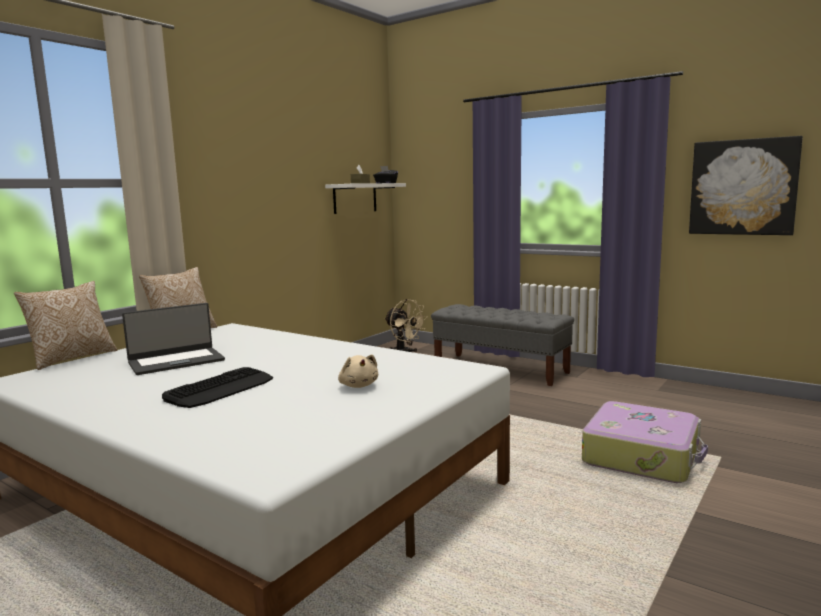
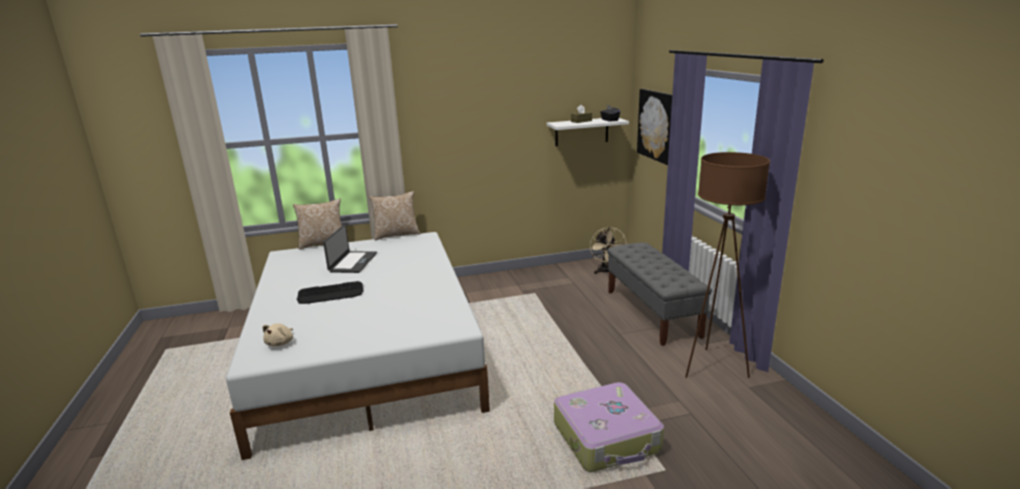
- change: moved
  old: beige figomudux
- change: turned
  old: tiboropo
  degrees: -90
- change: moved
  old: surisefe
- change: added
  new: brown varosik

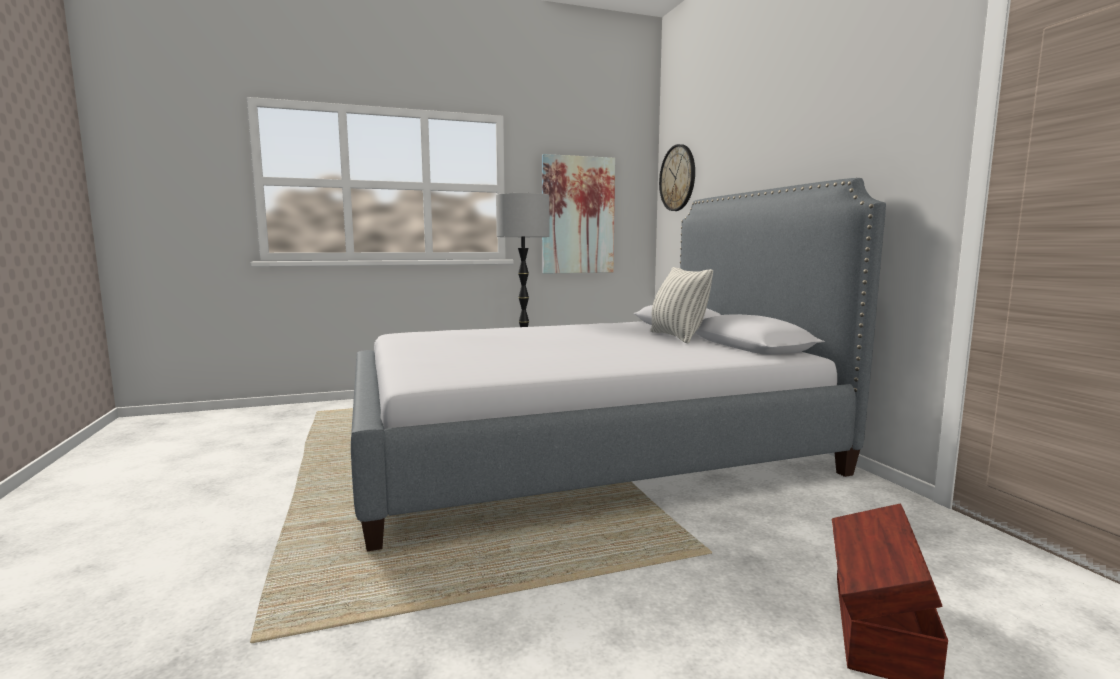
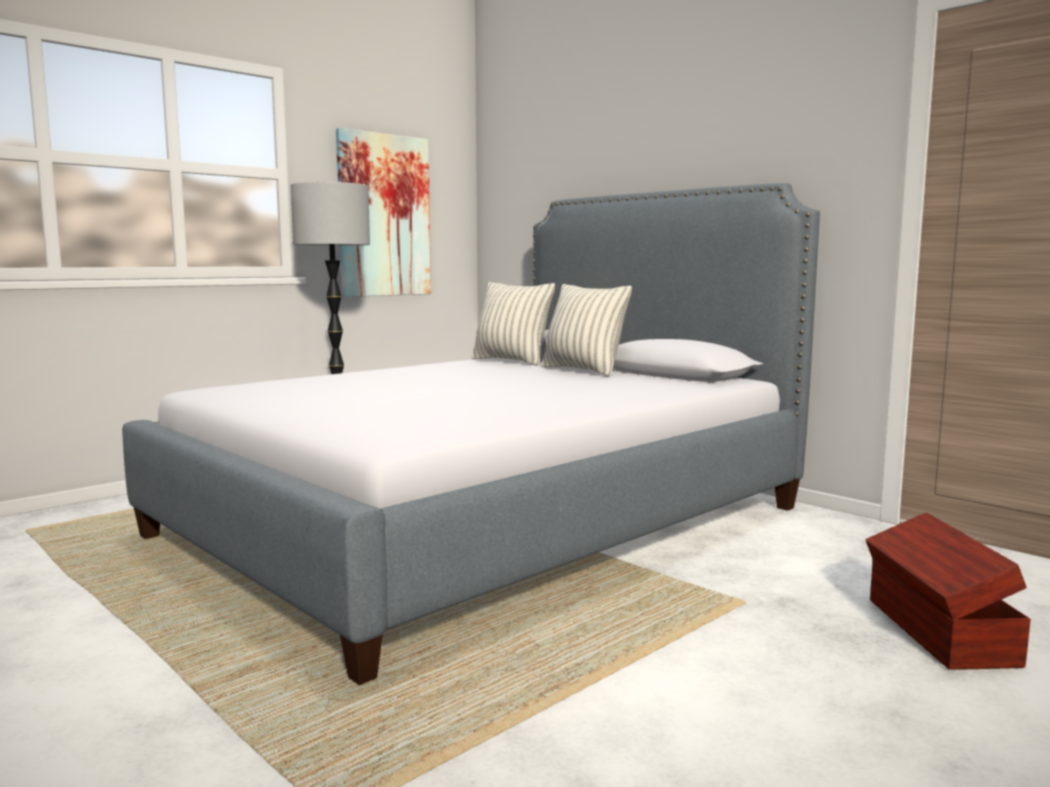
- change: added
  new: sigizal (1st from left)
- change: removed
  old: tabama

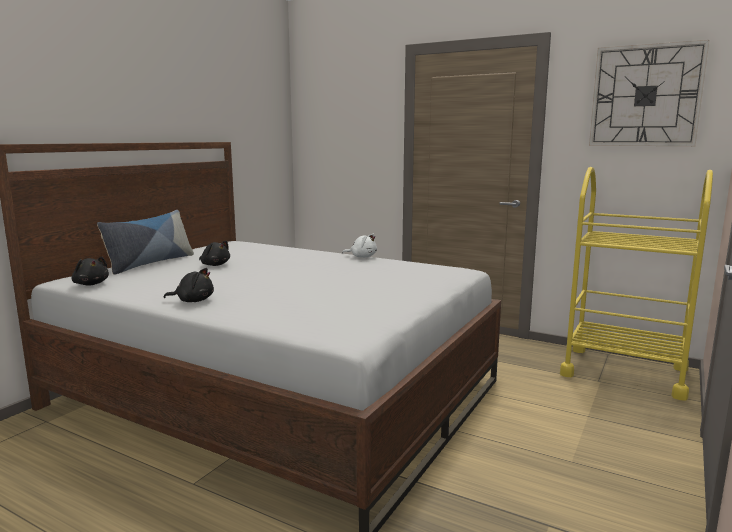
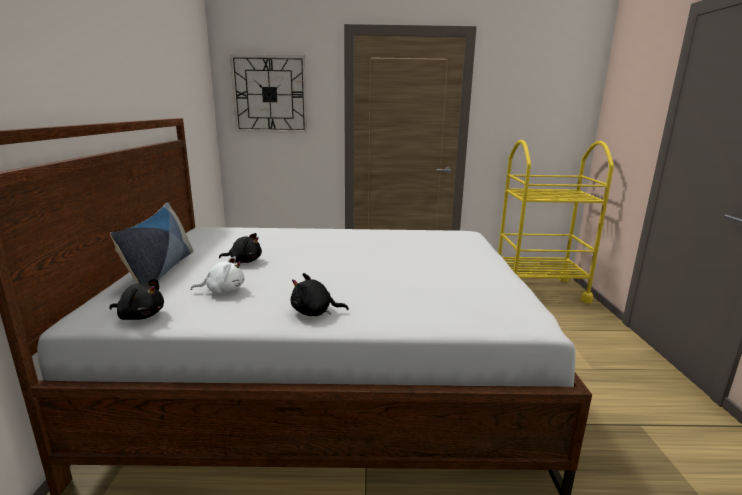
- change: moved
  old: white figomudux
- change: moved
  old: tabama
- change: turned
  old: black figomudux (2nd from left in the first image)
  degrees: -150

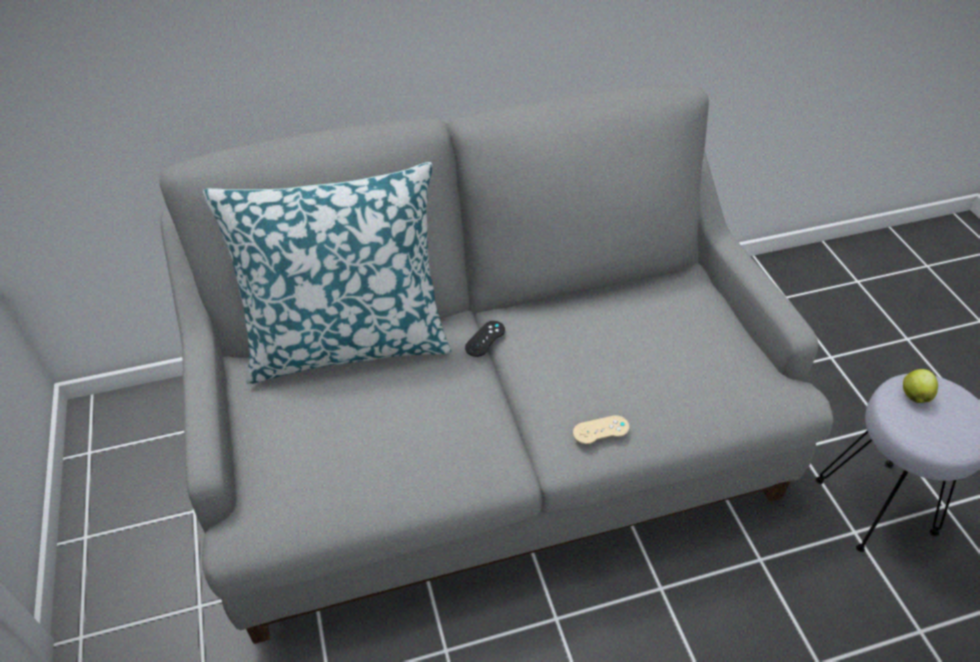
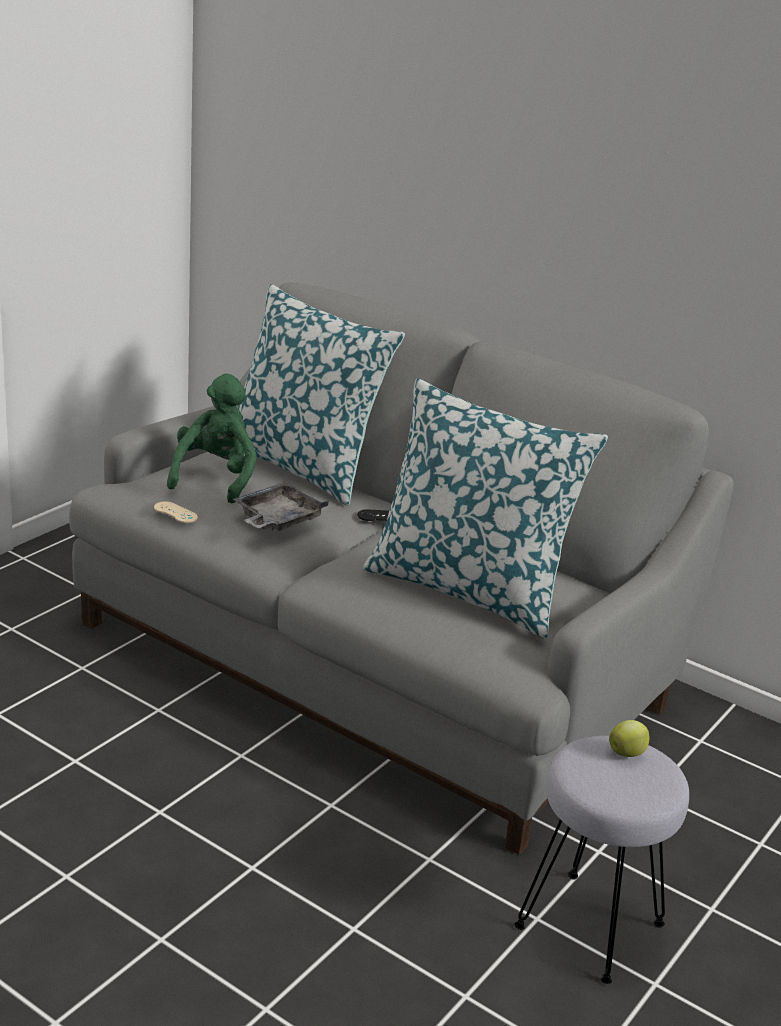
- change: moved
  old: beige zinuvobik
- change: added
  new: green figomudux
- change: added
  new: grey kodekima
- change: added
  new: sigizal (2nd from left)

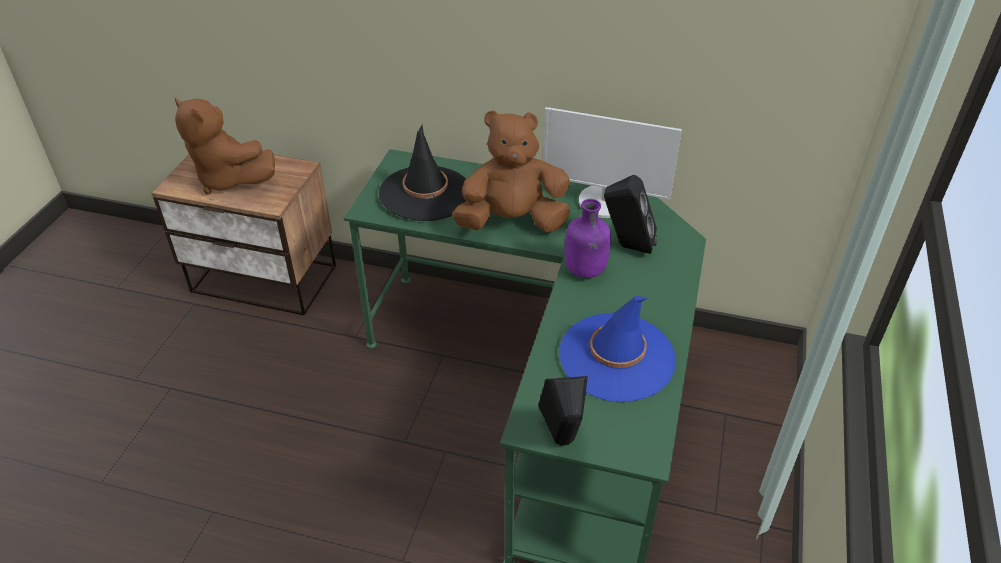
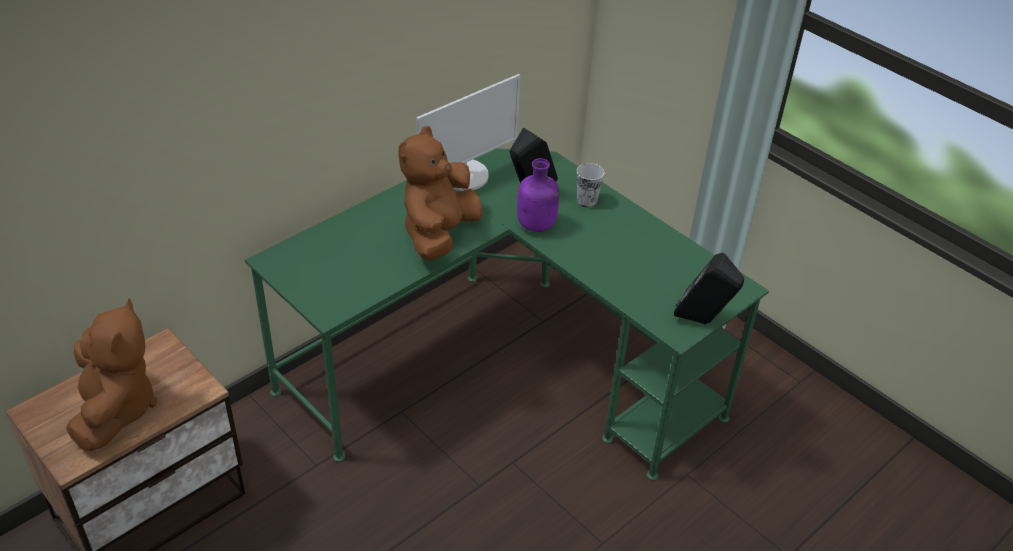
- change: turned
  old: brown figomudux (1st from left)
  degrees: -75
- change: added
  new: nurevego
- change: removed
  old: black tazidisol
- change: removed
  old: blue tazidisol

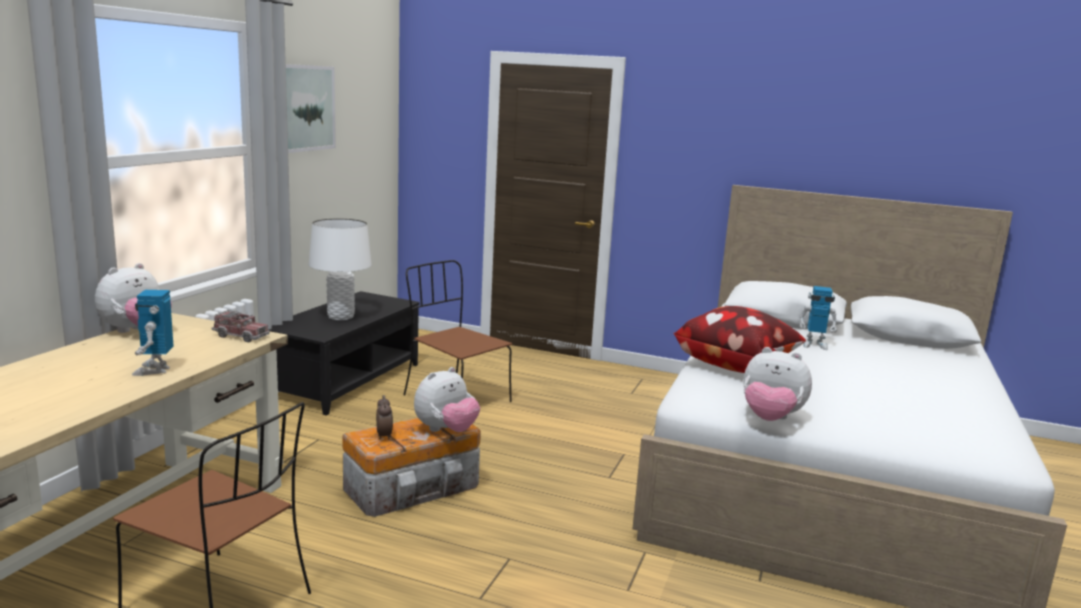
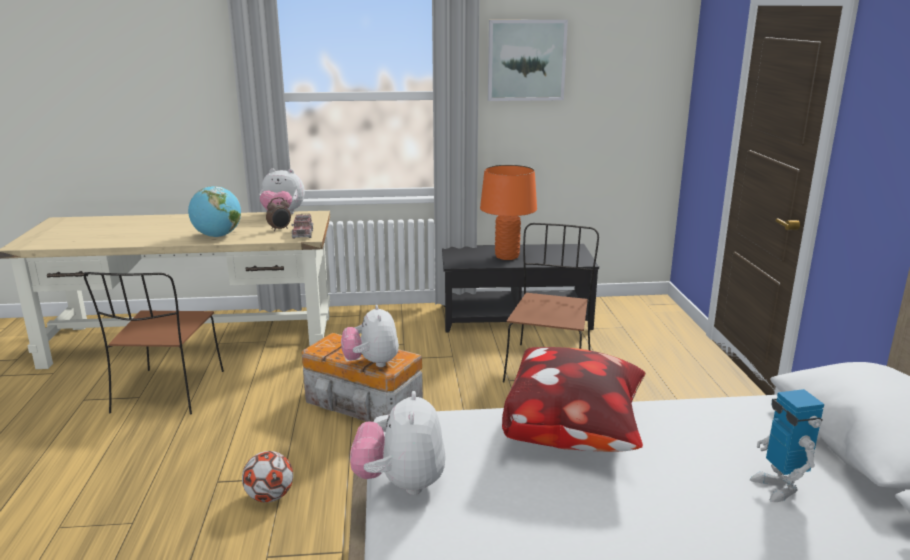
- change: replaced
  old: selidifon (1st from left)
  new: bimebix
- change: added
  new: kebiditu
- change: moved
  old: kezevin
- change: turned
  old: figomudux (2nd from left)
  degrees: 60
- change: recoloured
  old: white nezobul
  new: orange nezobul

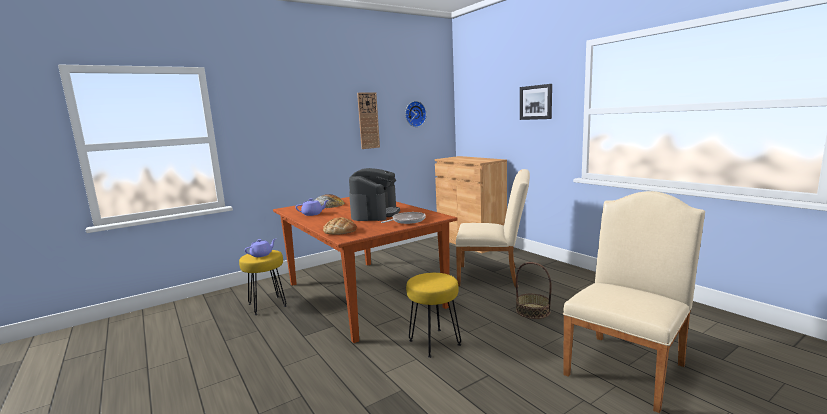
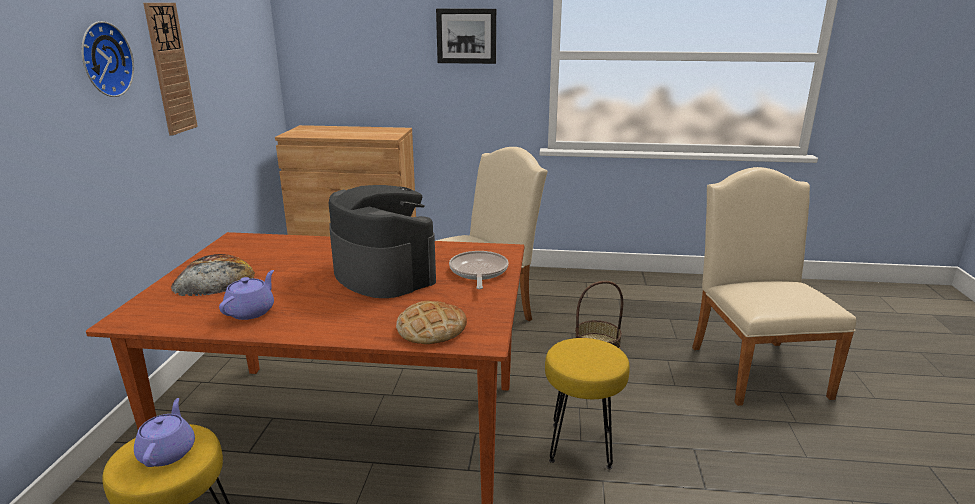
- change: moved
  old: tabama (2nd from left in the first image)
  new: tabama (1st from left)

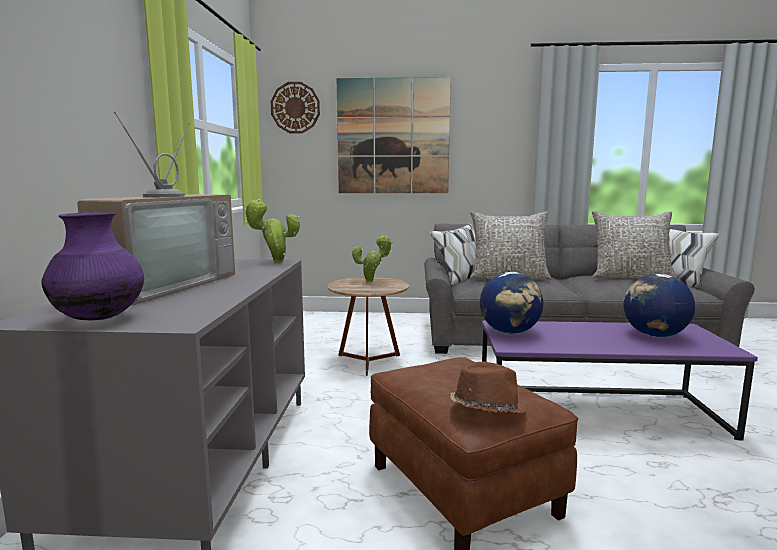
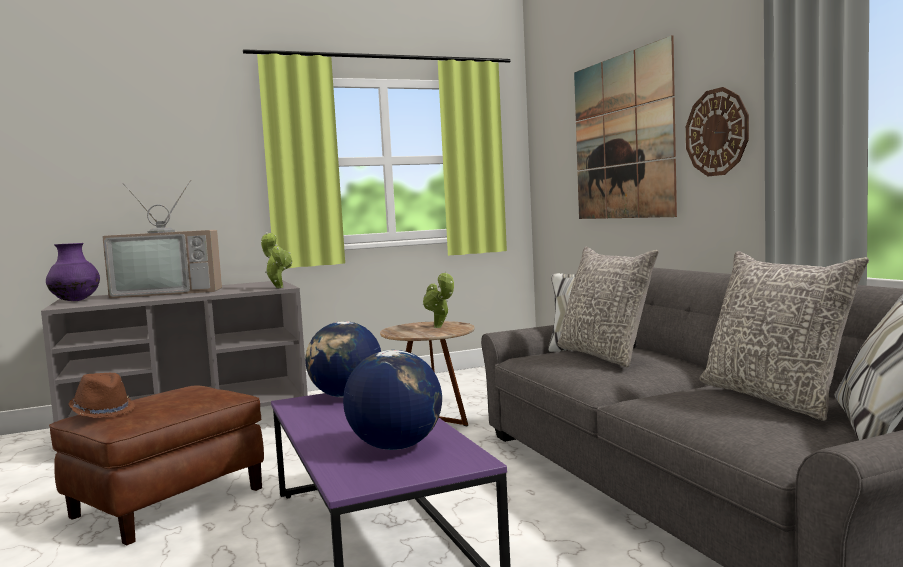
- change: moved
  old: tabama

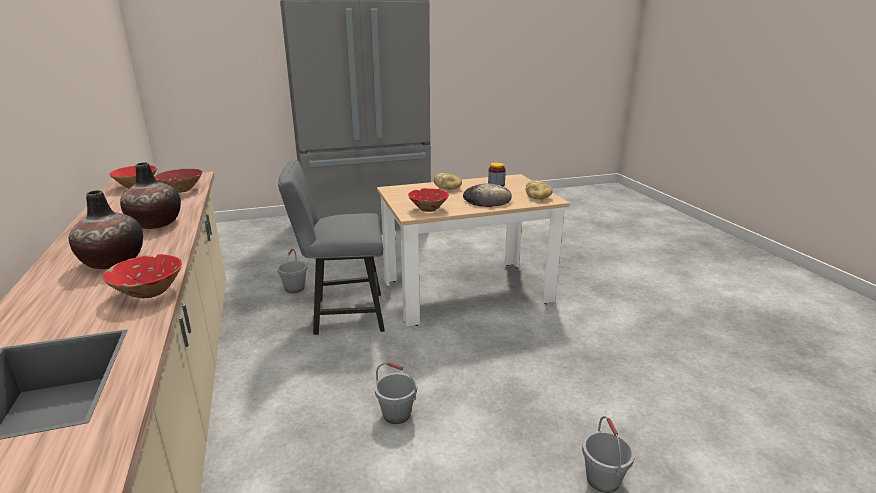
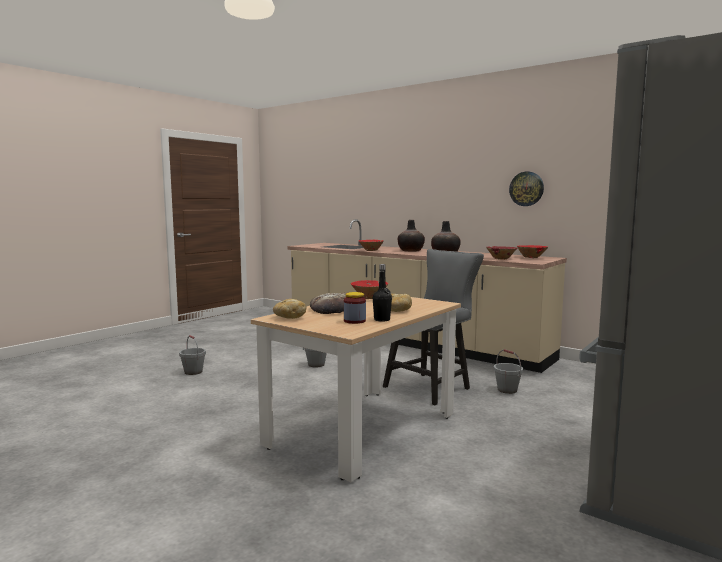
- change: added
  new: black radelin
- change: added
  new: tabama

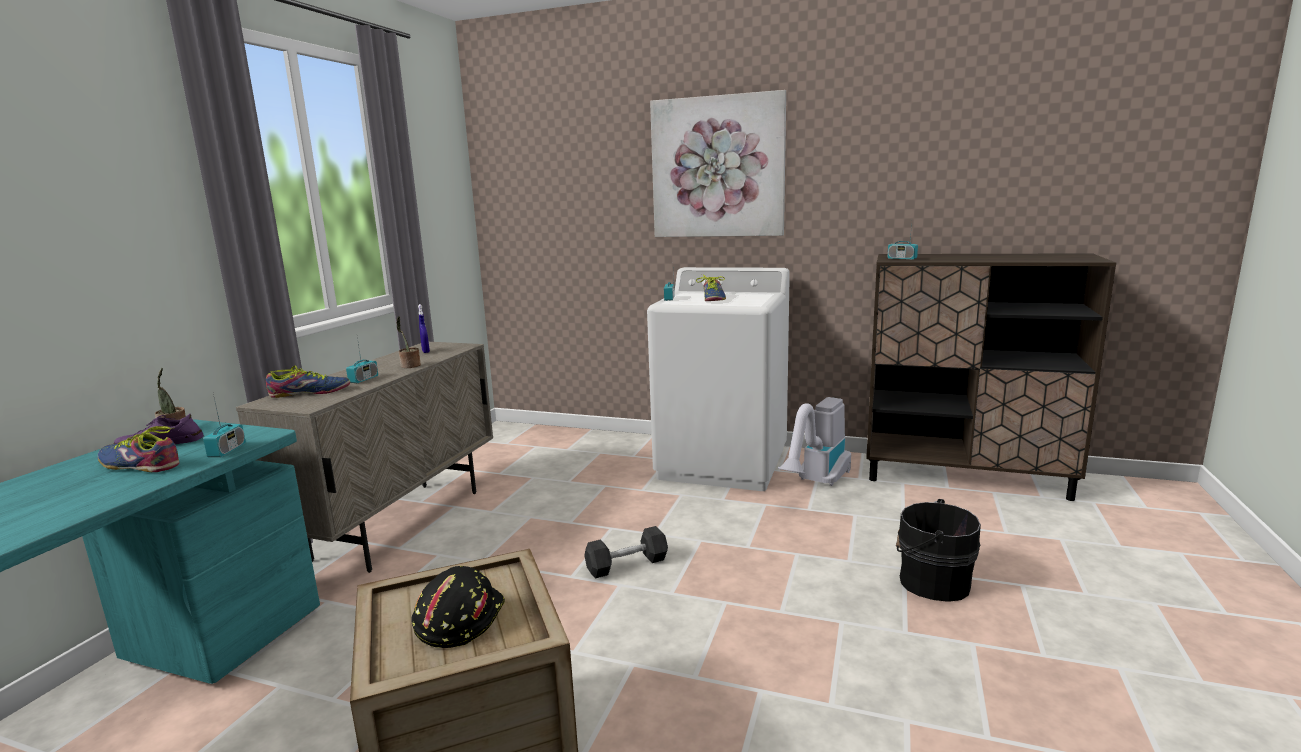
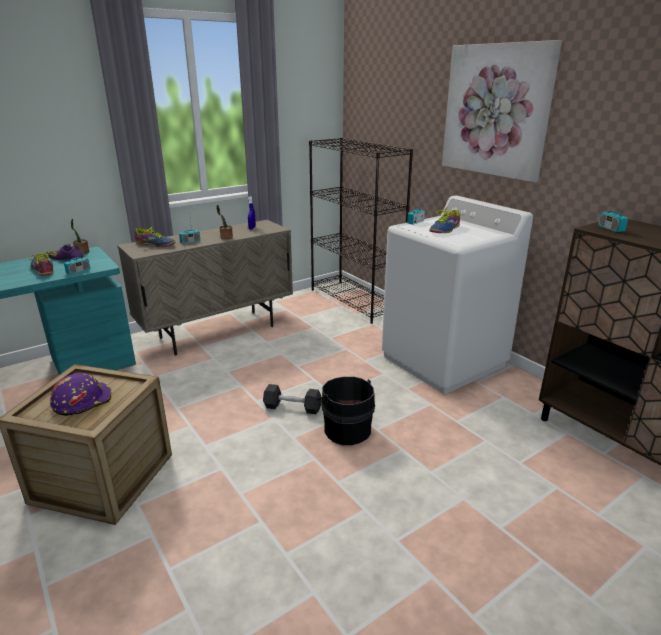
- change: recoloured
  old: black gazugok
  new: purple gazugok
- change: added
  new: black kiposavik
- change: moved
  old: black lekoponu
- change: removed
  old: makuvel

